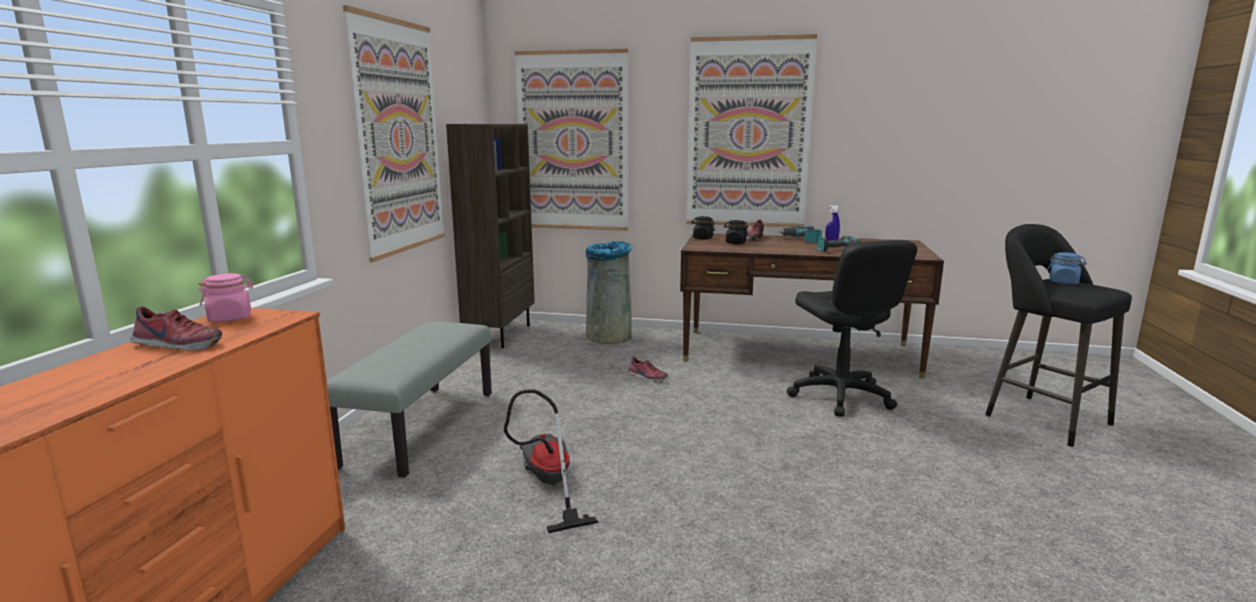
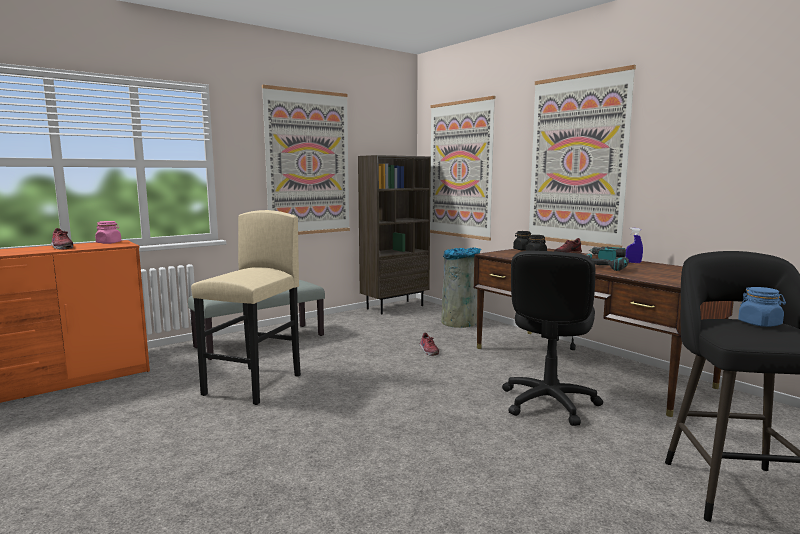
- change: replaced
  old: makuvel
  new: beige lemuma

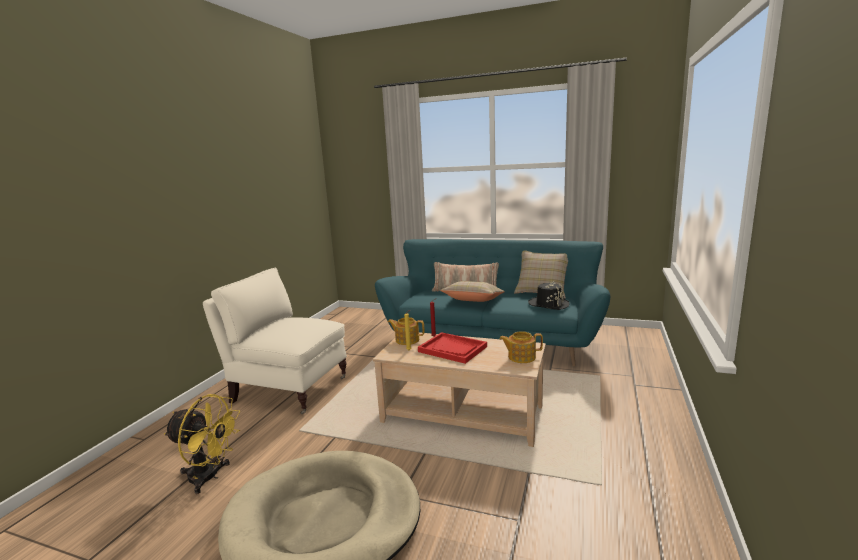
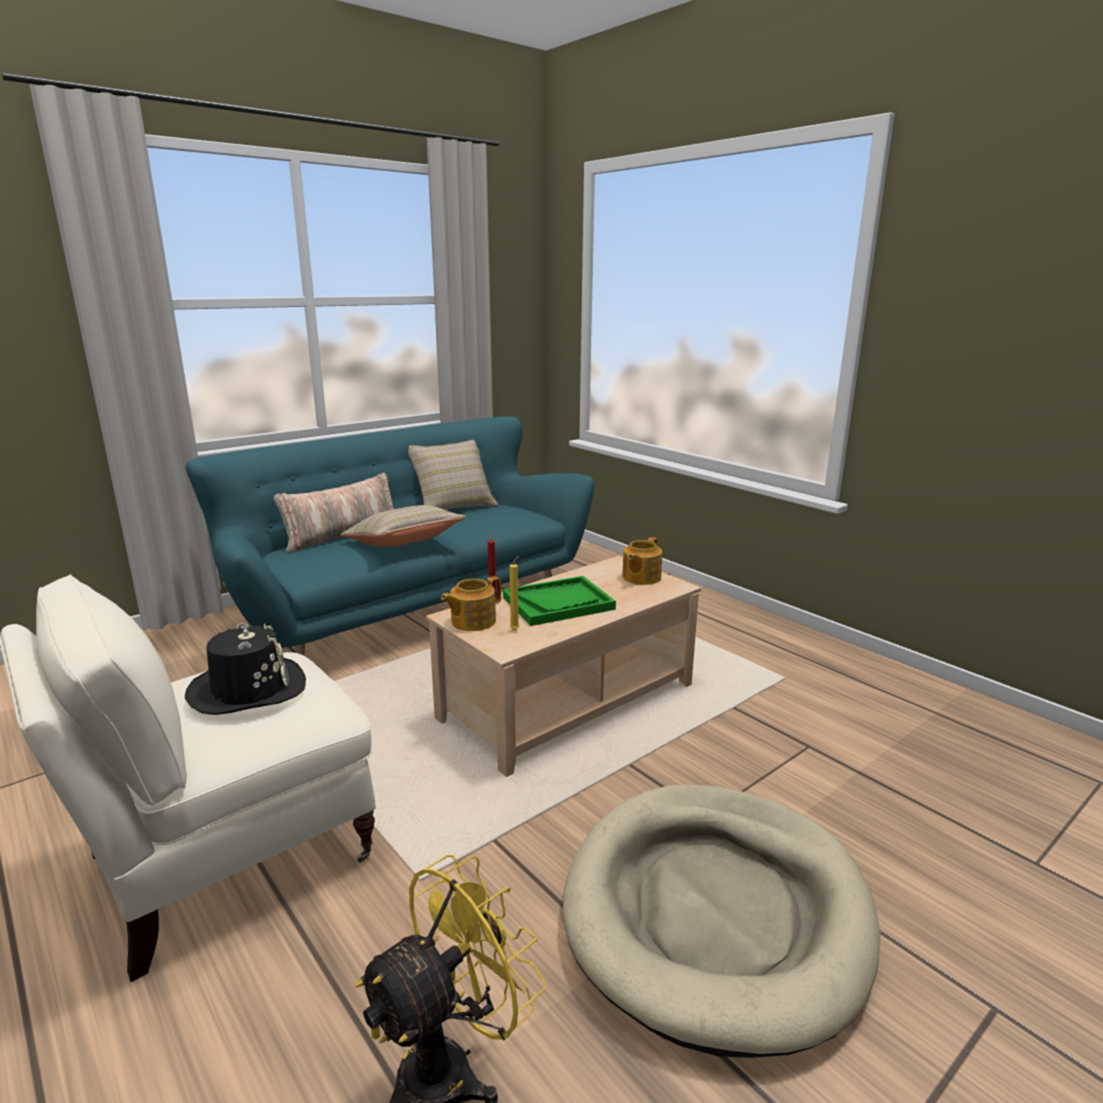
- change: moved
  old: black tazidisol
- change: recoloured
  old: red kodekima
  new: green kodekima

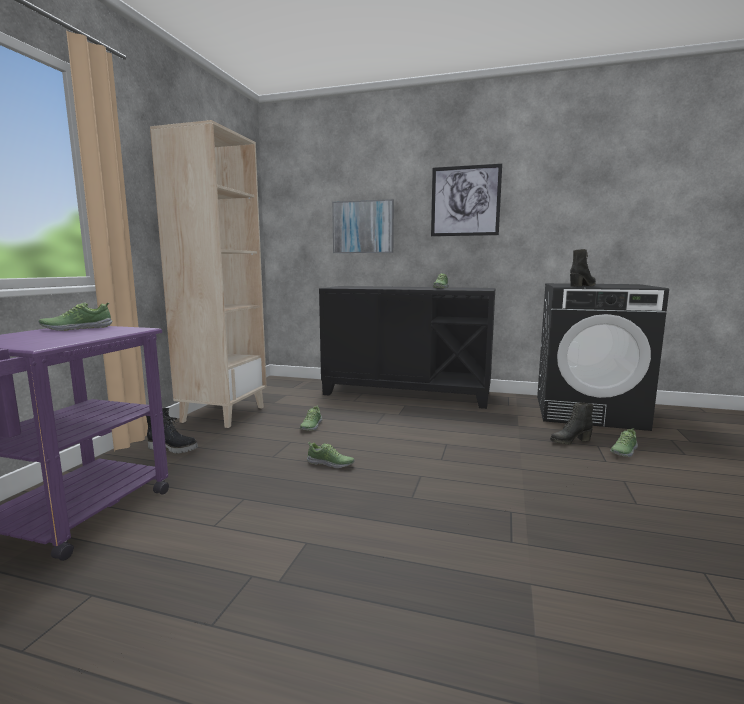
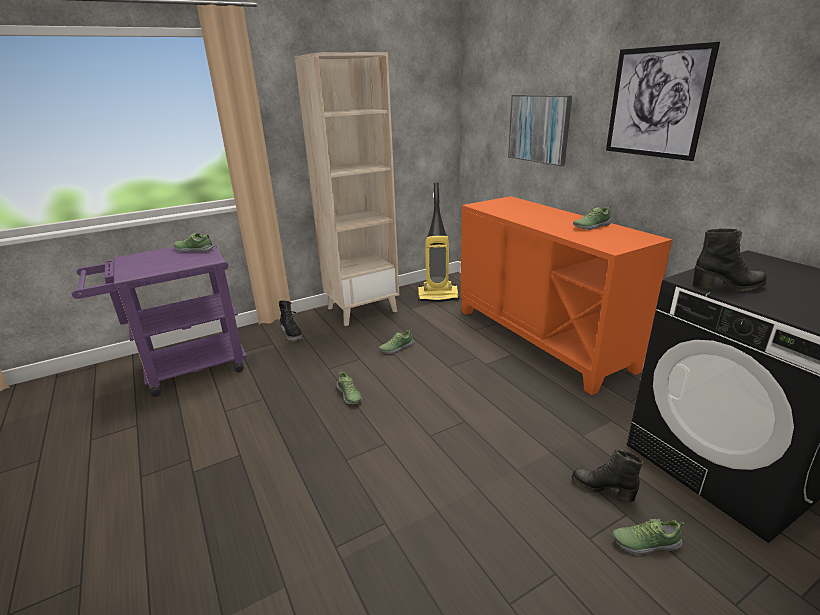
- change: added
  new: makuvel
- change: recoloured
  old: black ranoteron
  new: orange ranoteron

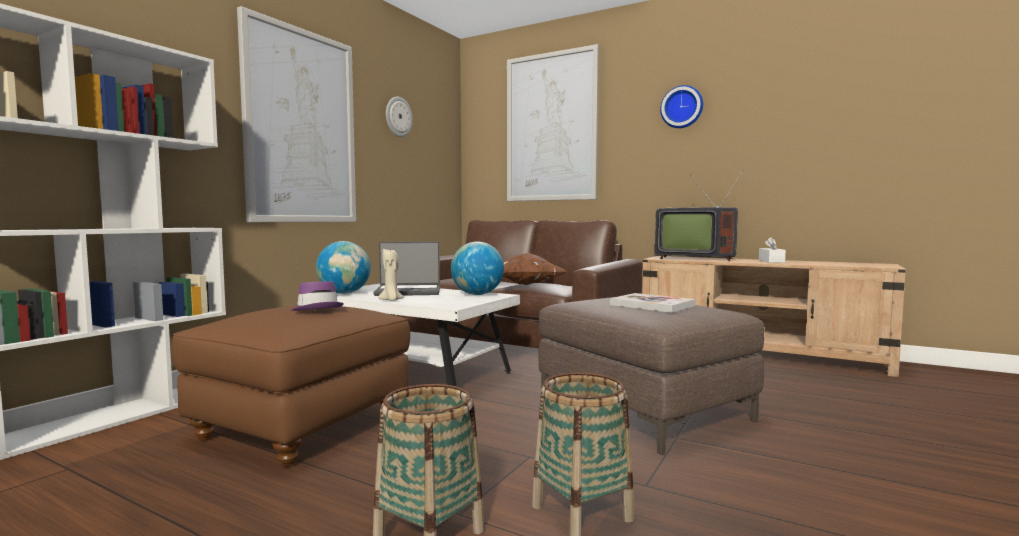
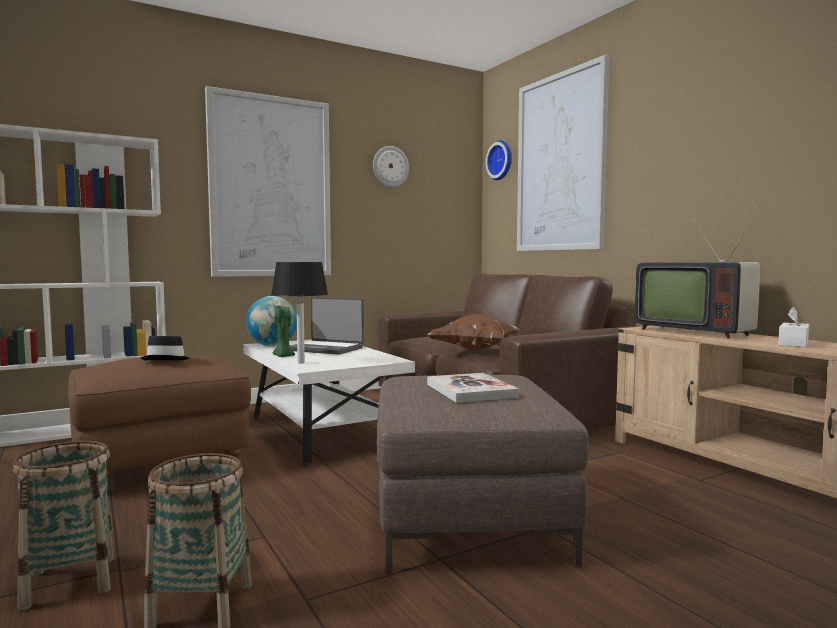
- change: recoloured
  old: purple tazidisol
  new: black tazidisol
- change: added
  new: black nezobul
- change: recoloured
  old: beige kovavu
  new: green kovavu
- change: moved
  old: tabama (2nd from left)
- change: removed
  old: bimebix (2nd from left)

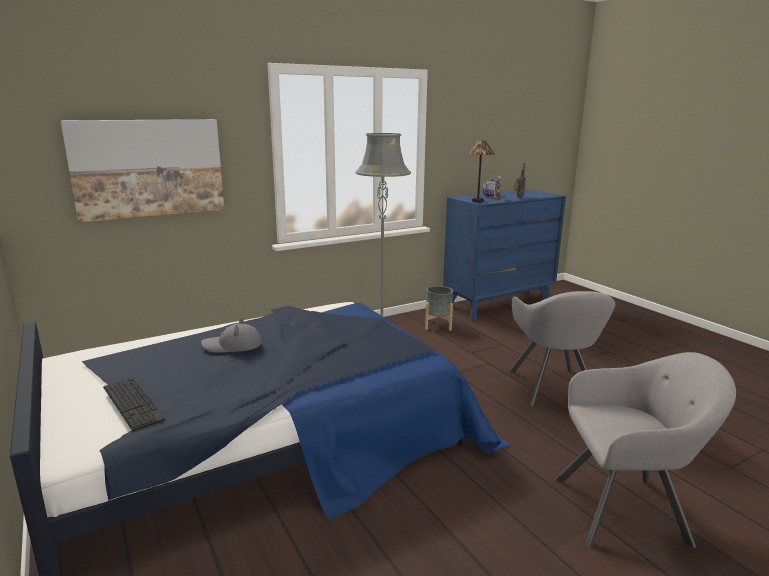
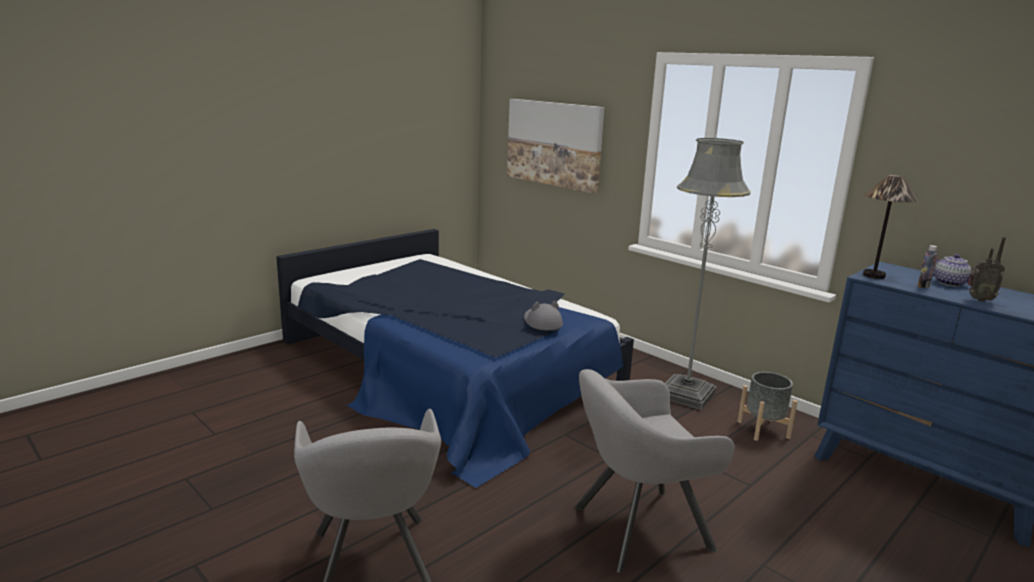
- change: moved
  old: grey tazidisol
- change: removed
  old: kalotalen

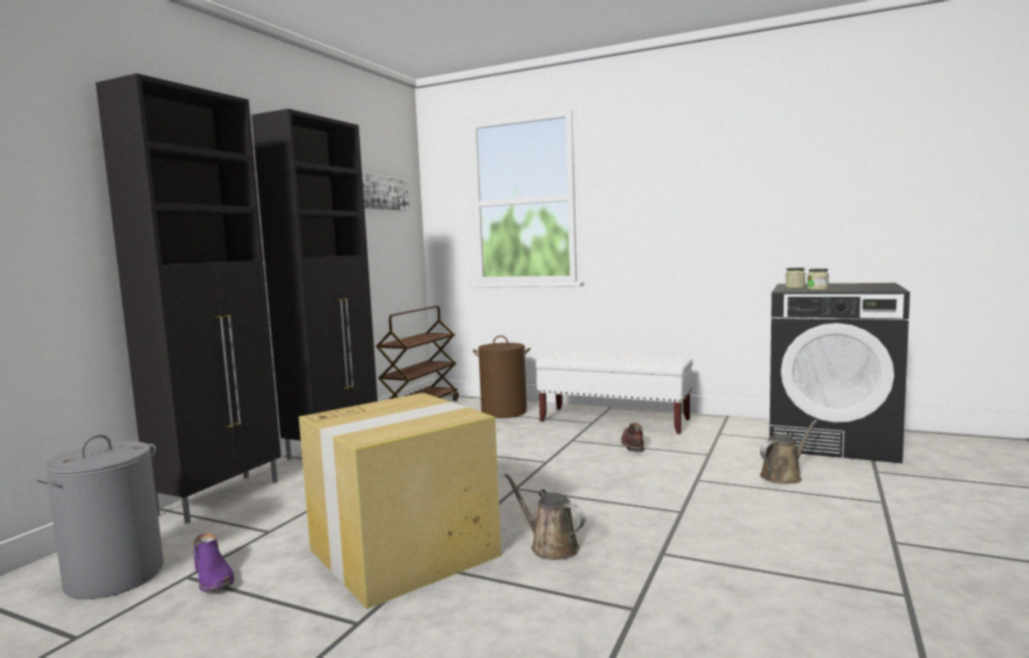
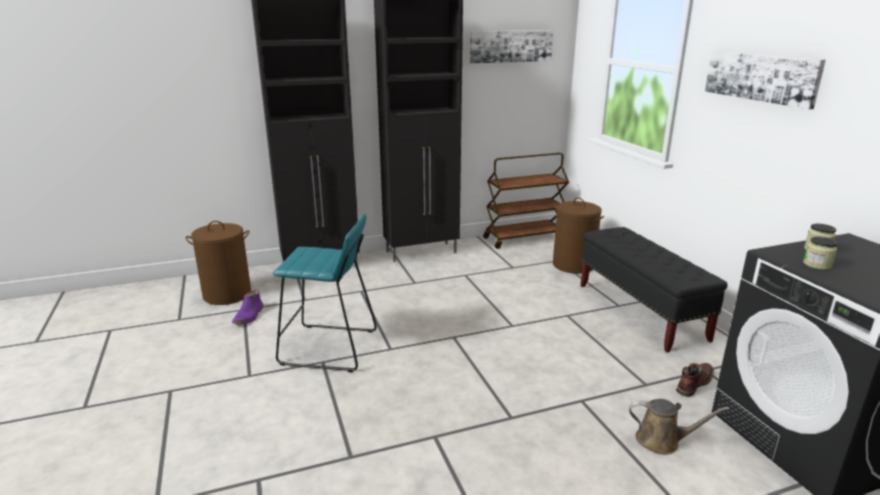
- change: recoloured
  old: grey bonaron
  new: brown bonaron (1st from left)
- change: replaced
  old: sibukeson
  new: turquoise lemuma
- change: recoloured
  old: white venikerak
  new: black venikerak
- change: moved
  old: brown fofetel
- change: added
  new: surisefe (2nd from left)
- change: removed
  old: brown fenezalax (1st from left)

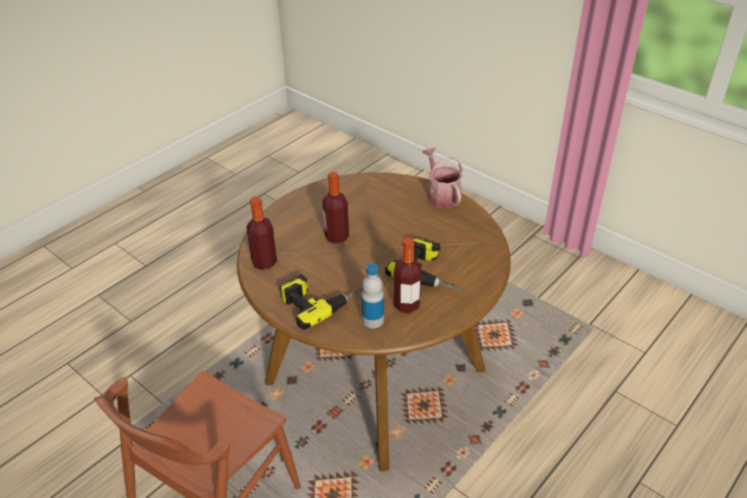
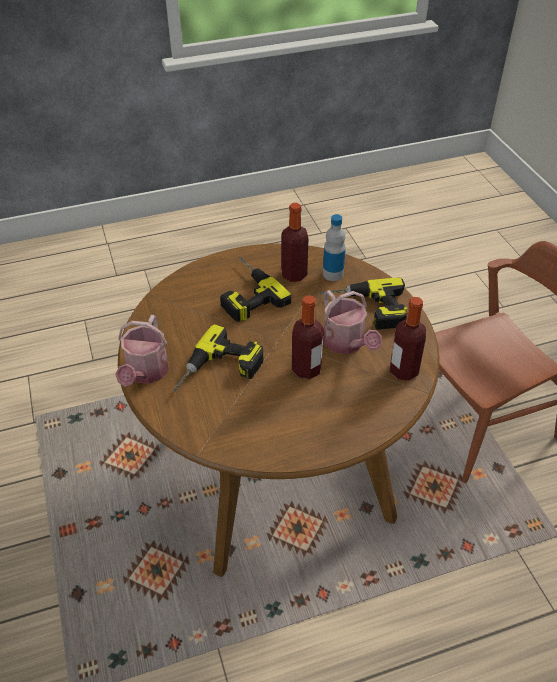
- change: added
  new: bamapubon (1st from left)
- change: added
  new: fenezalax (2nd from left)

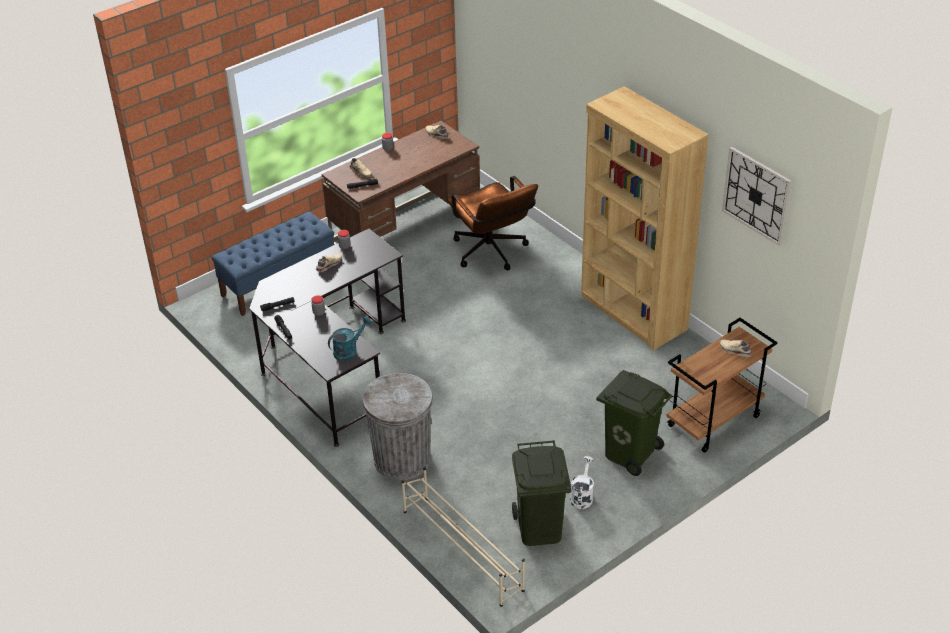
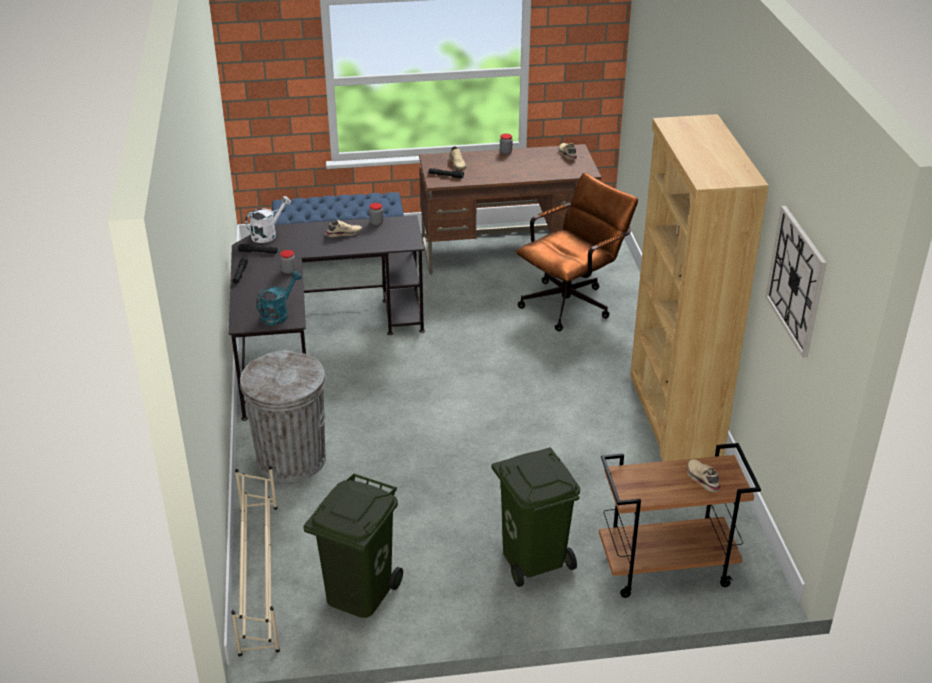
- change: moved
  old: white fenezalax
- change: turned
  old: turquoise fenezalax
  degrees: -45
- change: turned
  old: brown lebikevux
  degrees: -135

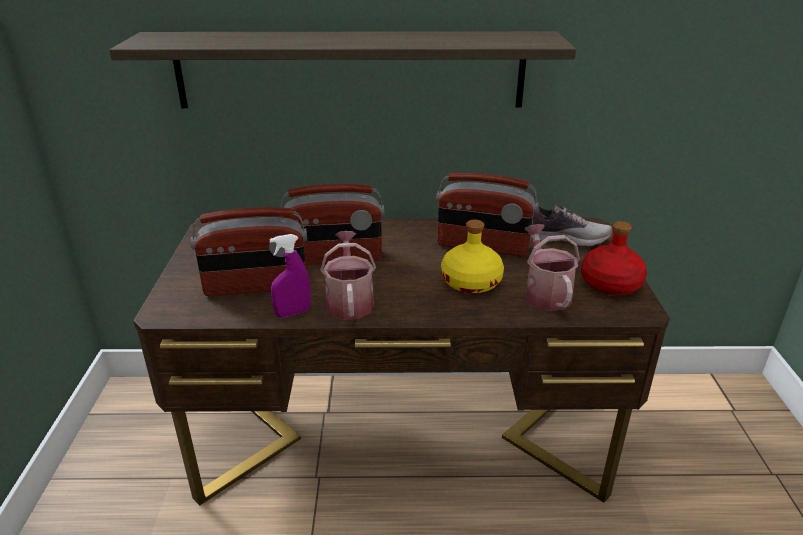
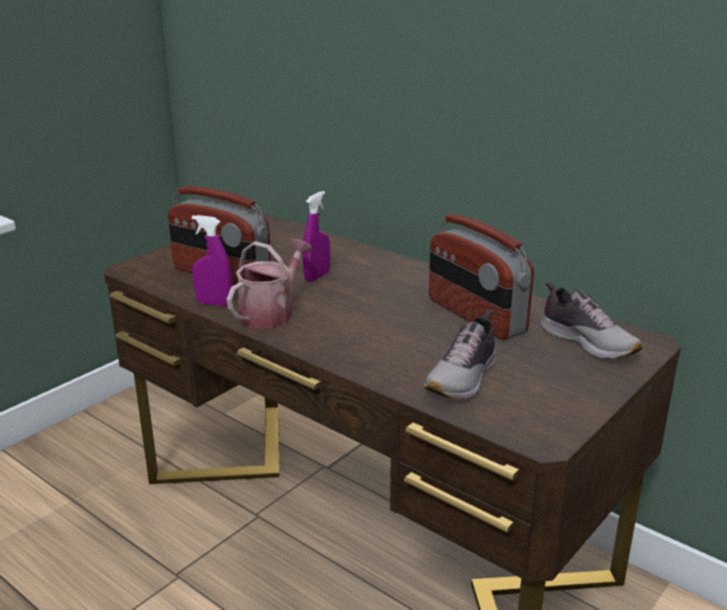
- change: replaced
  old: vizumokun (2nd from left)
  new: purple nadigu (2nd from left)
- change: replaced
  old: fenezalax (2nd from left)
  new: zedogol (1st from left)
- change: removed
  old: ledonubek
- change: removed
  old: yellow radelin
- change: removed
  old: red radelin

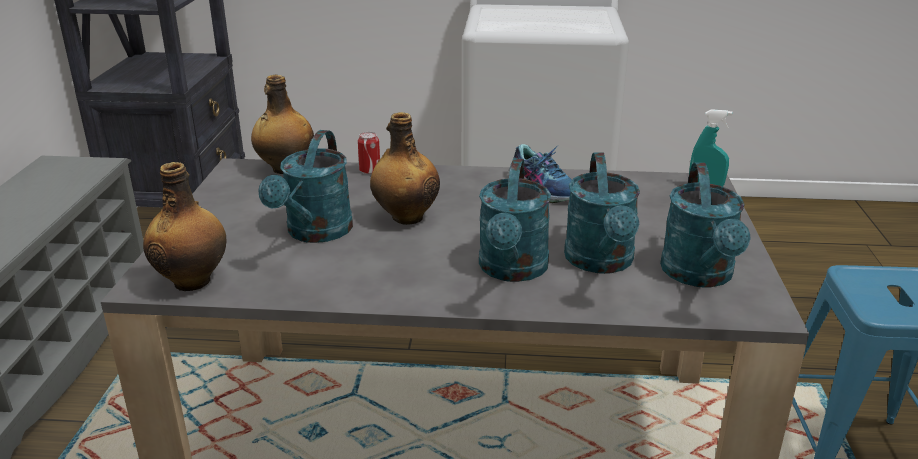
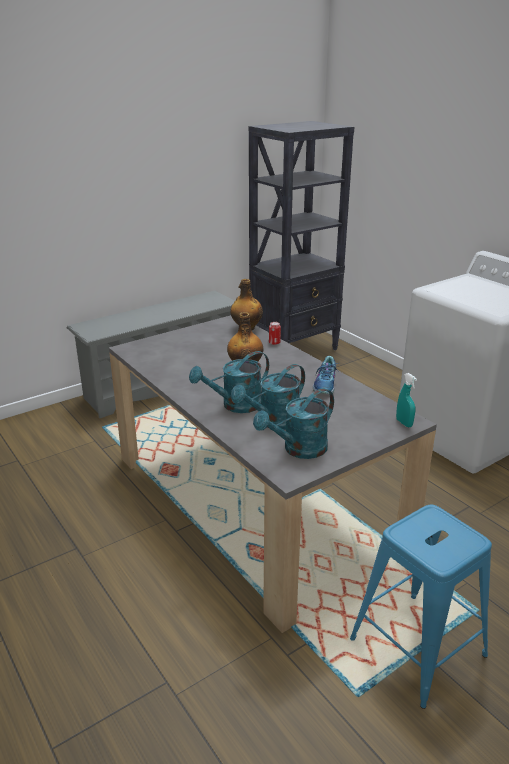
- change: removed
  old: radelin (1st from left)
- change: removed
  old: turquoise fenezalax (1st from left)

